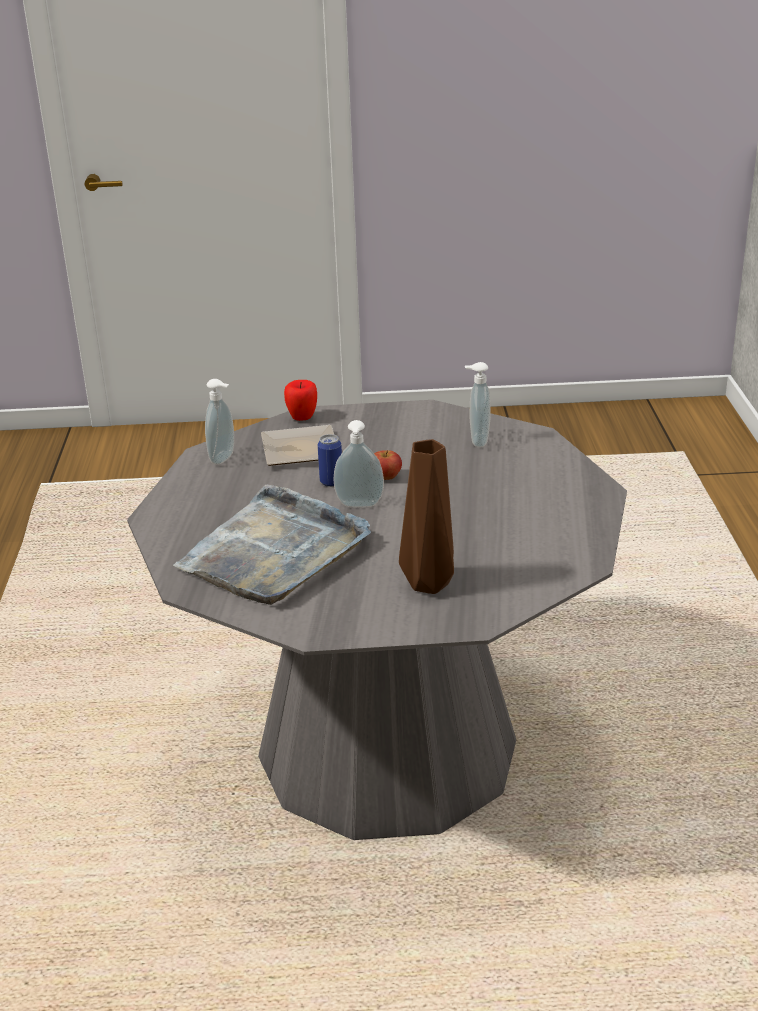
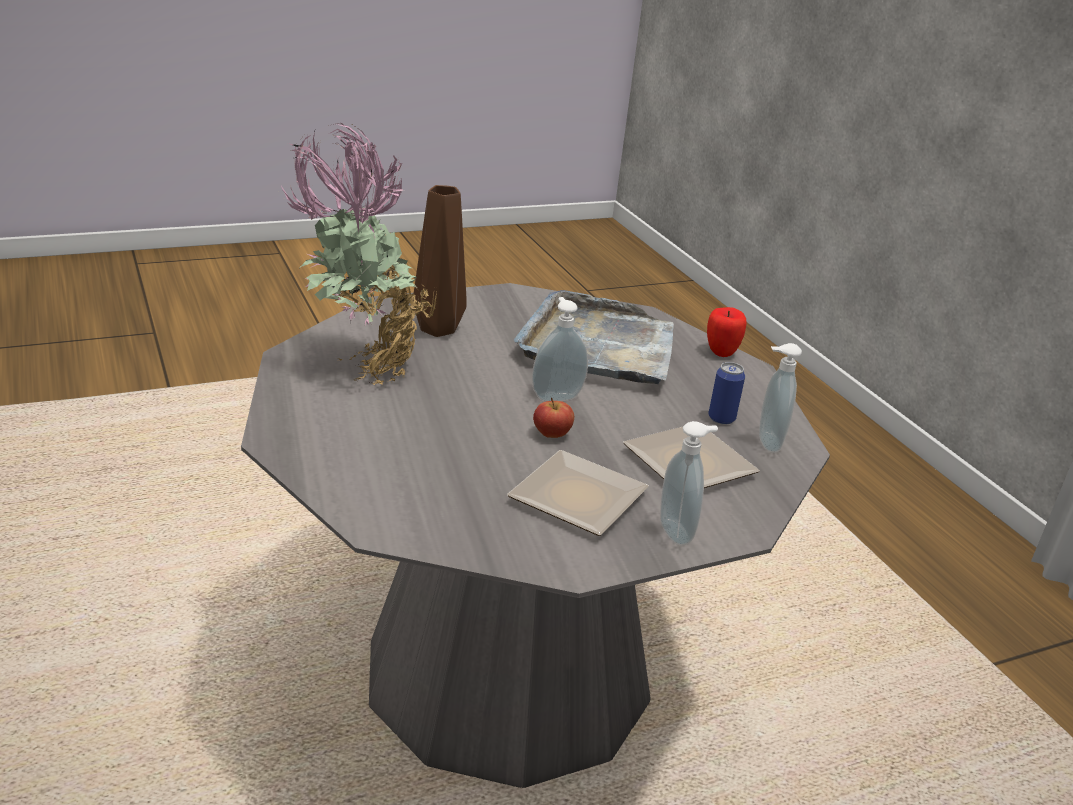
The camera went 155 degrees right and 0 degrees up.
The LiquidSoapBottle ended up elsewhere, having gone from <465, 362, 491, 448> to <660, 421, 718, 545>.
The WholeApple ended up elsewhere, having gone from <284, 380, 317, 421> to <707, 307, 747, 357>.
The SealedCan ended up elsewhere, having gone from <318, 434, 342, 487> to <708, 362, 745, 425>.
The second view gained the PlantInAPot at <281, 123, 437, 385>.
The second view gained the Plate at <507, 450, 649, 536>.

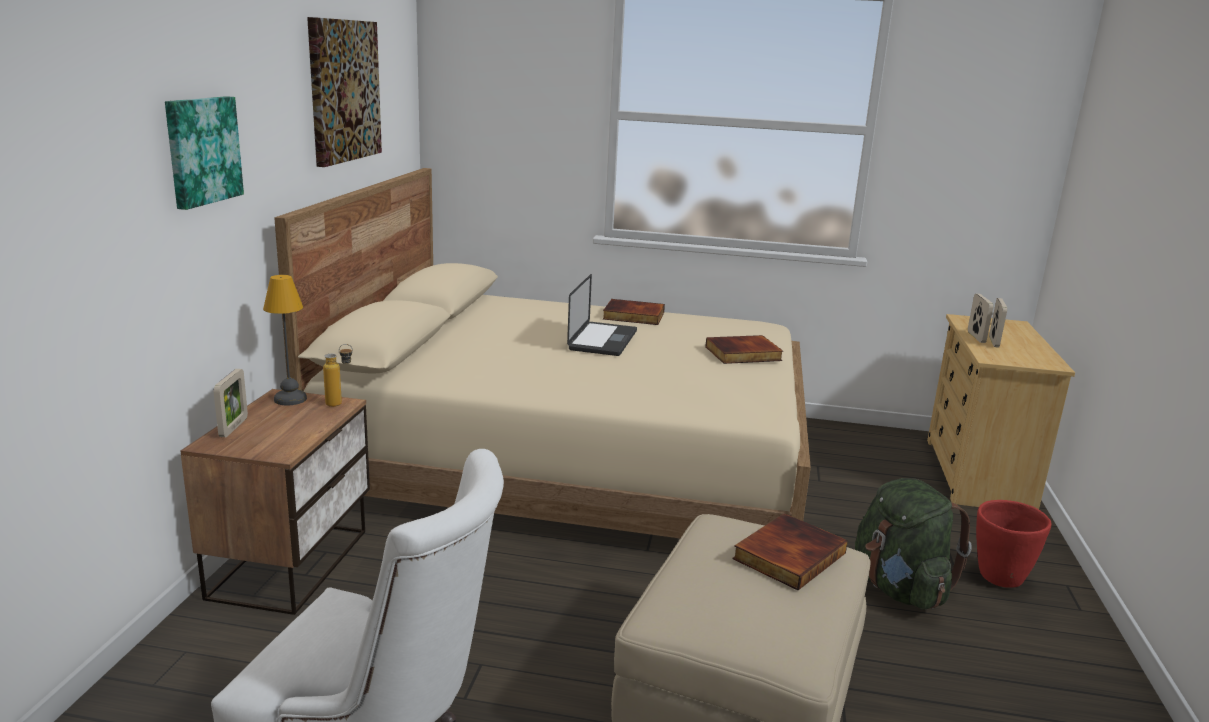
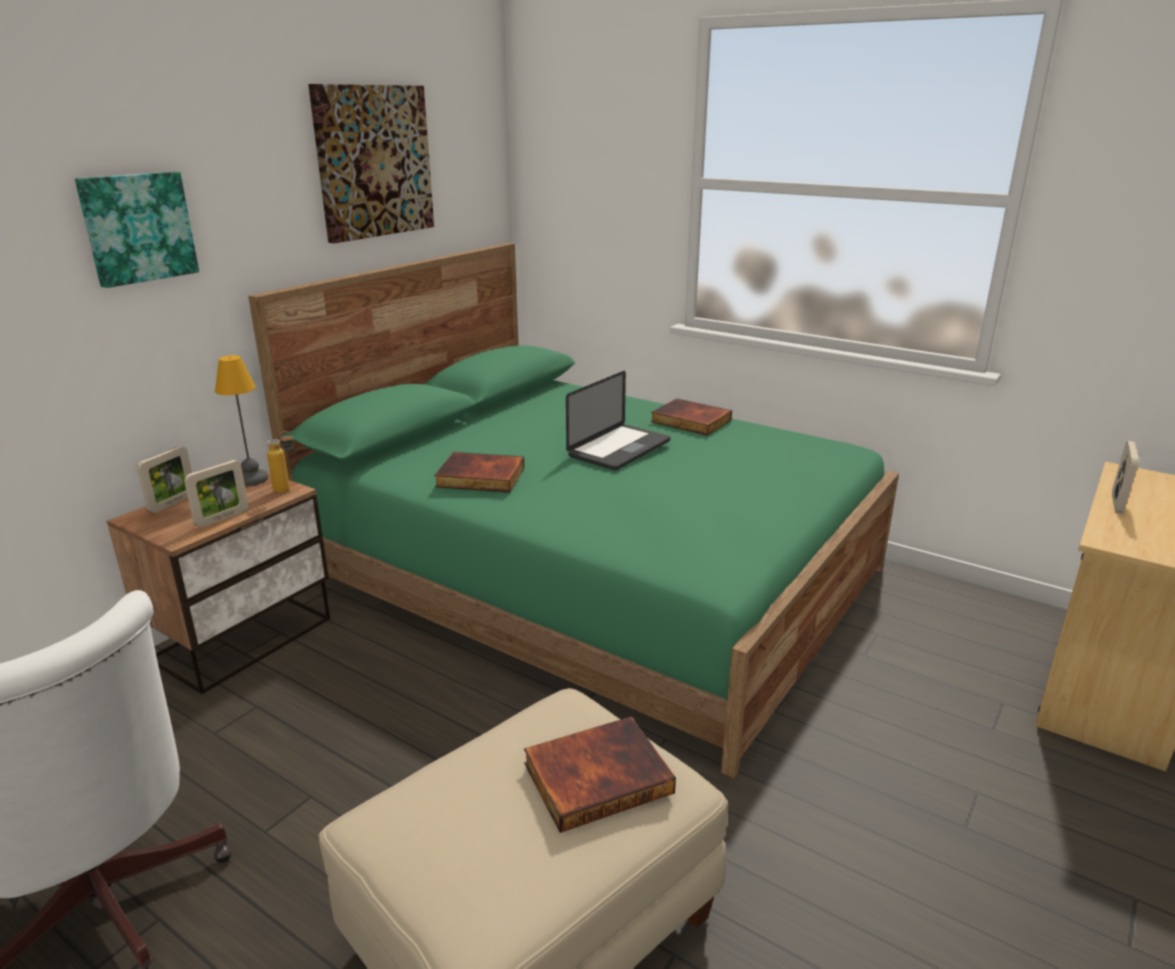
The camera went 25 degrees right and 5 degrees up.
What was the BeigeBedroomBed at <274, 168, 811, 538> turned into the GreenColouredBedroomBed at <248, 243, 899, 778>.
The PhotoFrame ended up elsewhere, having gone from <989, 298, 1007, 348> to <184, 460, 248, 527>.
The Book ended up elsewhere, having gone from <705, 335, 783, 364> to <434, 452, 524, 492>.
The second view lost the GreenColouredKnapsack at <855, 478, 972, 610>.
The second view lost the RedPlantPot at <976, 500, 1052, 588>.

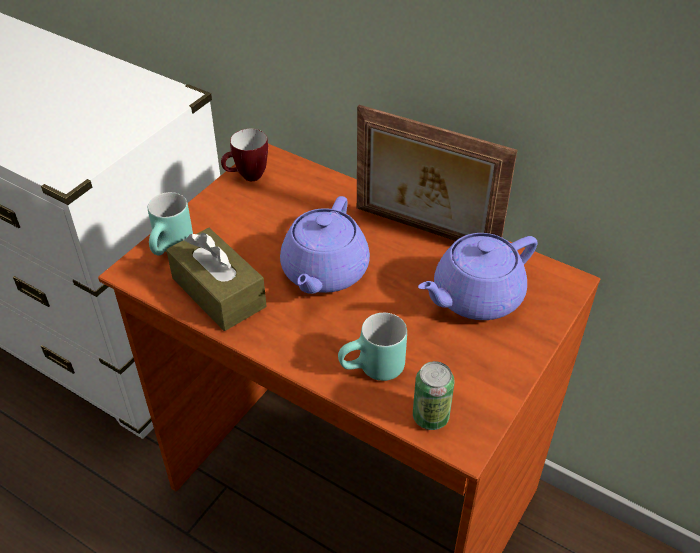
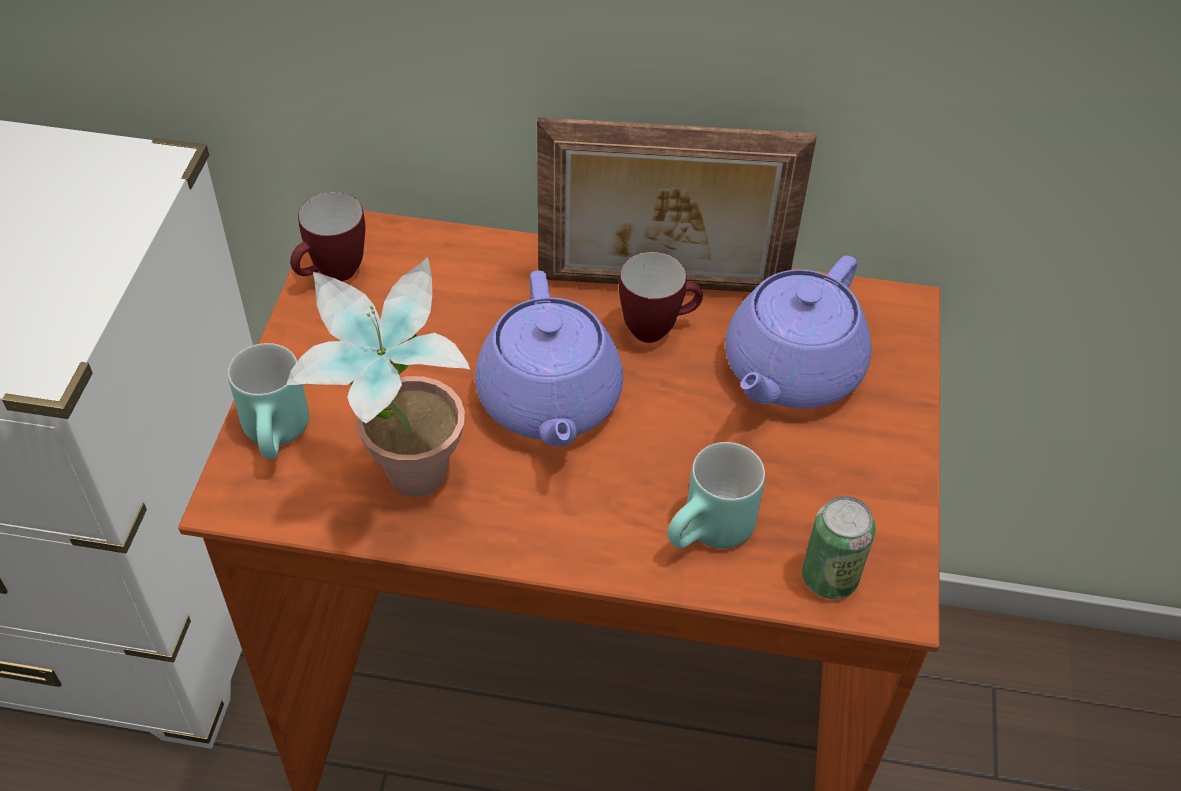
The camera went 25 degrees left and 5 degrees up.
Where the BrownBoxOfTissues stood at <166, 228, 266, 331>, the PlantInAPot came to stand at <286, 256, 470, 496>.
The second view gained the Mug at <619, 252, 703, 343>.

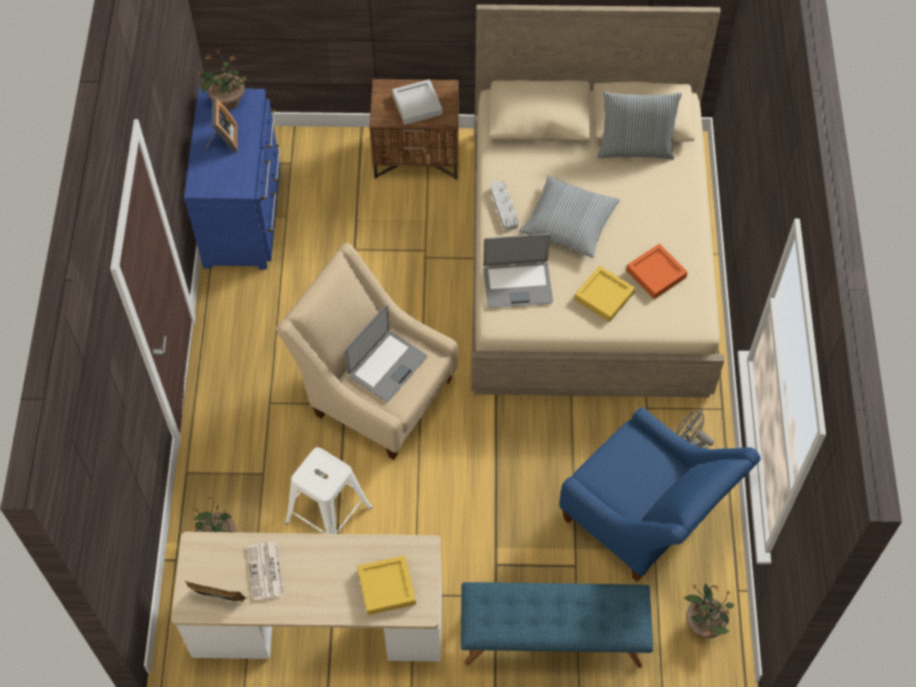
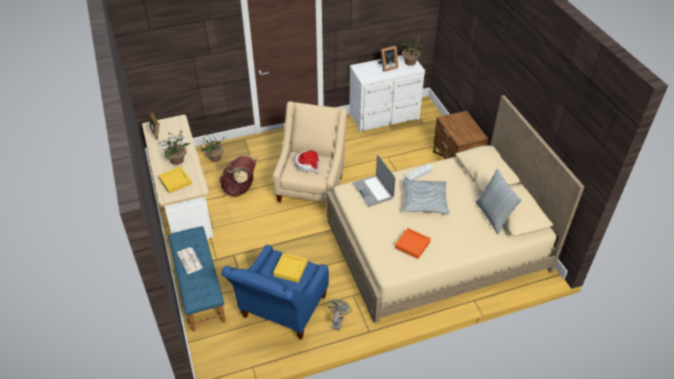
The camera went 70 degrees right and 15 degrees down.
The second view lost the GrayCarryingTray at <392, 79, 443, 125>.
What was the BlueColouredDrawerChest at <184, 88, 281, 270> turned into the WhitishDrawerChest at <349, 55, 425, 133>.
The YellowCarryingTray ended up elsewhere, having gone from <574, 266, 635, 322> to <273, 253, 307, 283>.
Where the NotebookComputer stood at <345, 305, 427, 402>, the WearableHat came to stand at <295, 150, 320, 174>.
Where the WhitishStool stood at <285, 447, 372, 534>, the BrownKnapsack came to stand at <219, 155, 257, 196>.
The PlantInAPot ended up elsewhere, having gone from <684, 583, 734, 638> to <158, 130, 191, 165>.
The second view gained the Newspaper at <177, 247, 203, 274>.

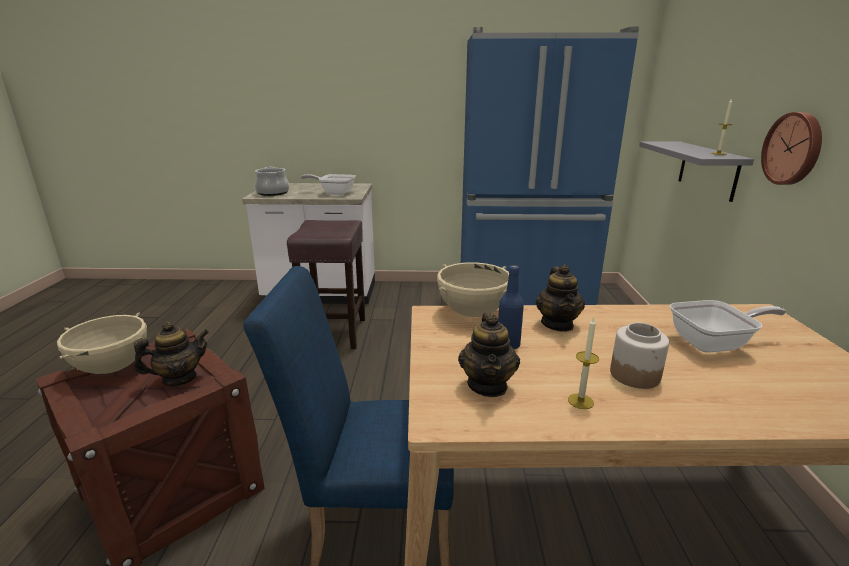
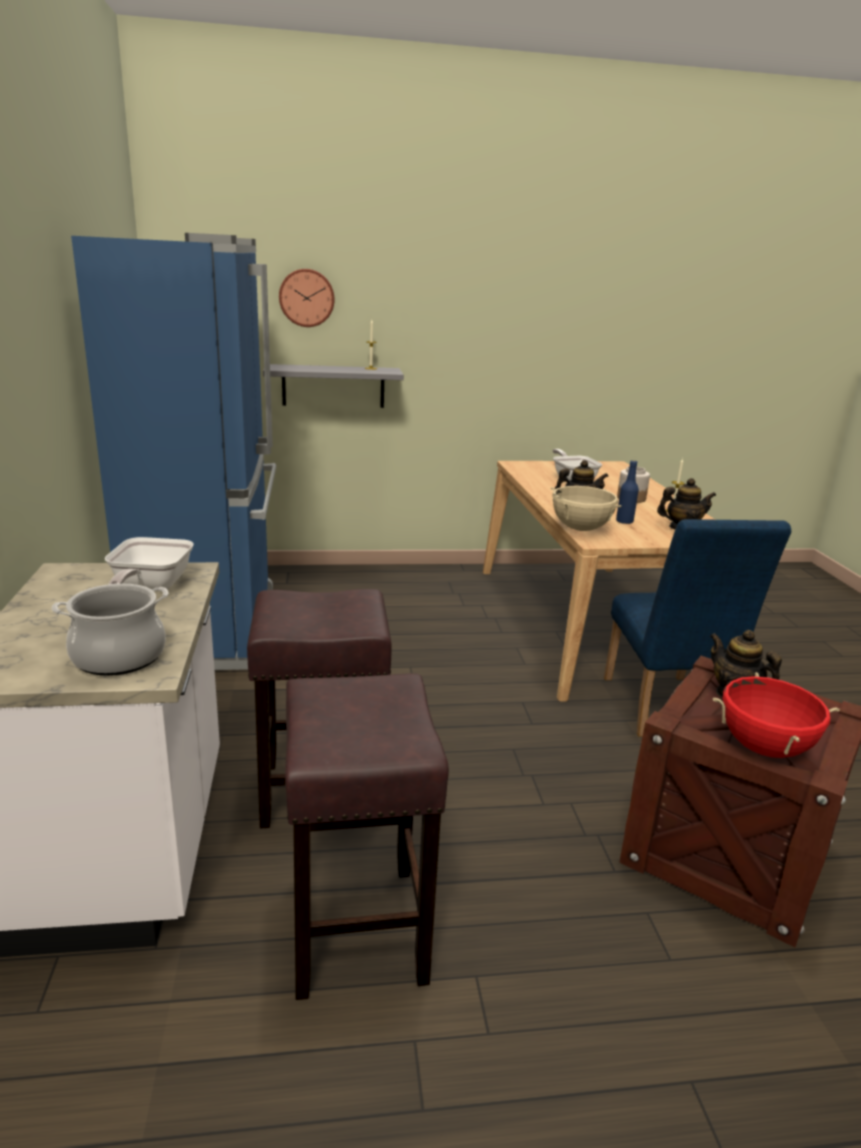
The camera went 100 degrees left and 0 degrees up.
The HangingClock ended up elsewhere, having gone from <761, 112, 822, 185> to <279, 269, 335, 327>.
What was the BeigeSaucepot at <57, 313, 147, 374> turned into the RedSaucepot at <712, 672, 840, 758>.
The second view gained the BrownStool at <285, 673, 449, 1000>.

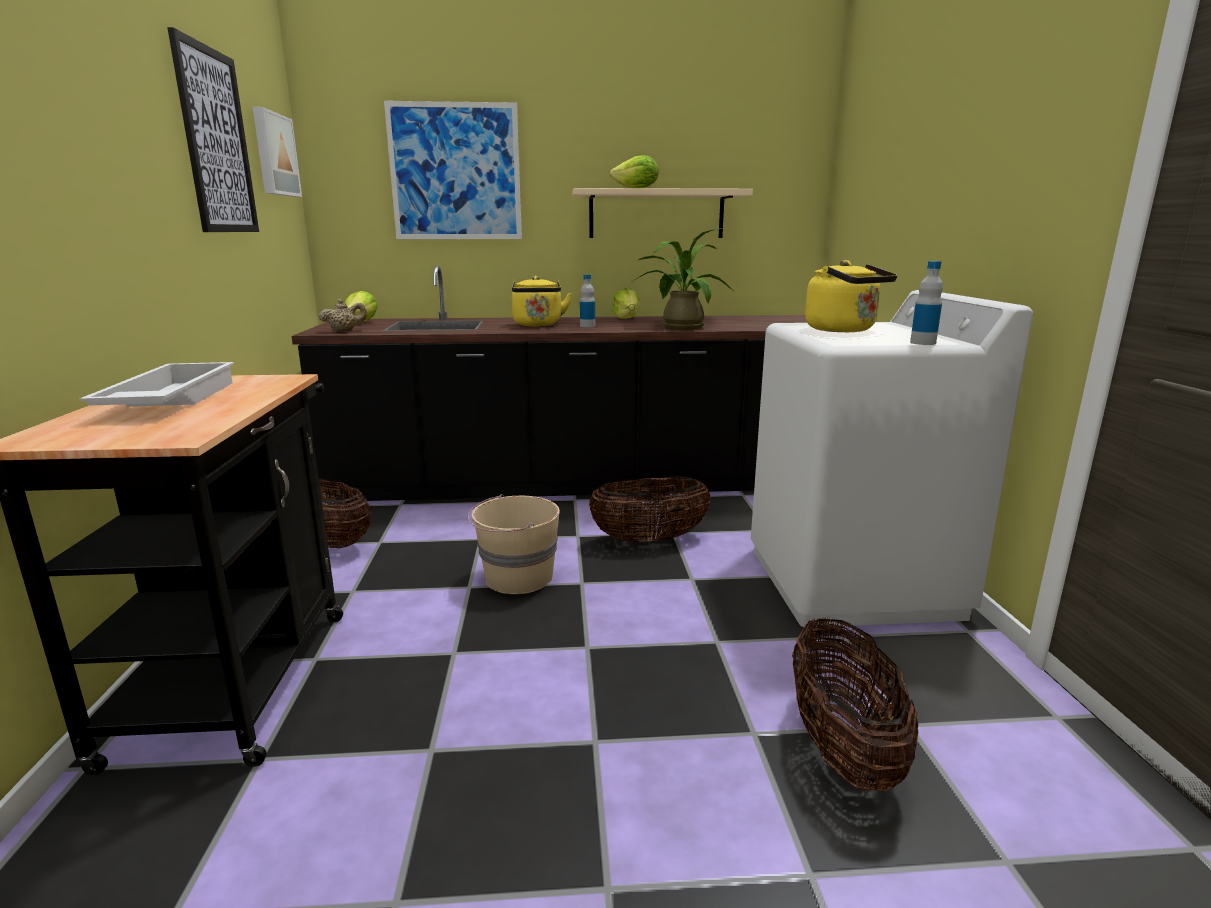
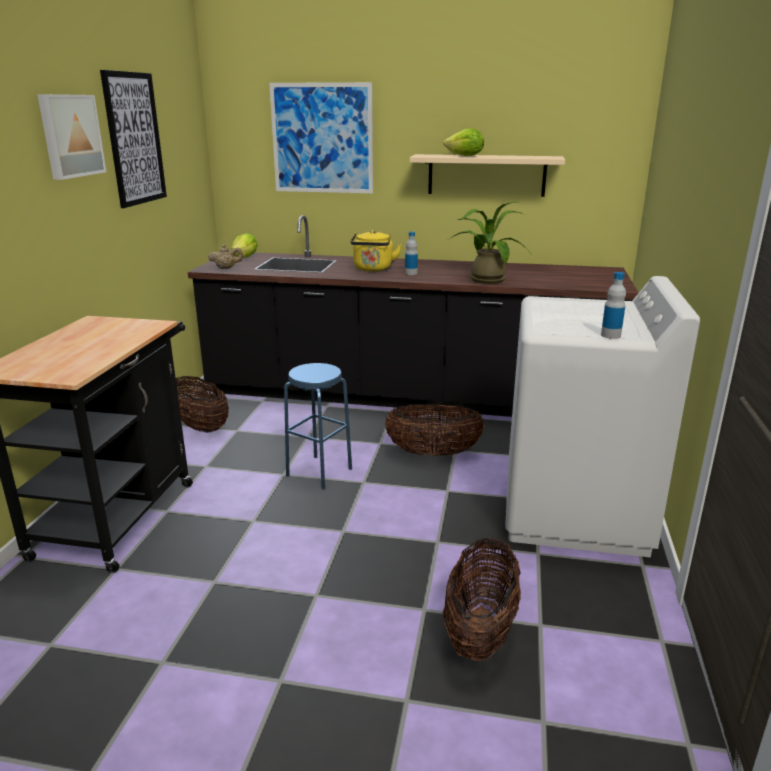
The camera went 15 degrees right and 5 degrees up.
The WallArt ended up elsewhere, having gone from <253, 107, 302, 197> to <37, 94, 106, 180>.
The second view lost the YellowTeaKettle at <805, 260, 897, 332>.
The second view lost the LettuceHead at <613, 288, 640, 319>.
The second view lost the WhitishCarryingTray at <79, 362, 234, 407>.
Where the BeigeWaterBucket stood at <468, 494, 560, 594>, the BlueColouredStool came to stand at <284, 363, 352, 490>.

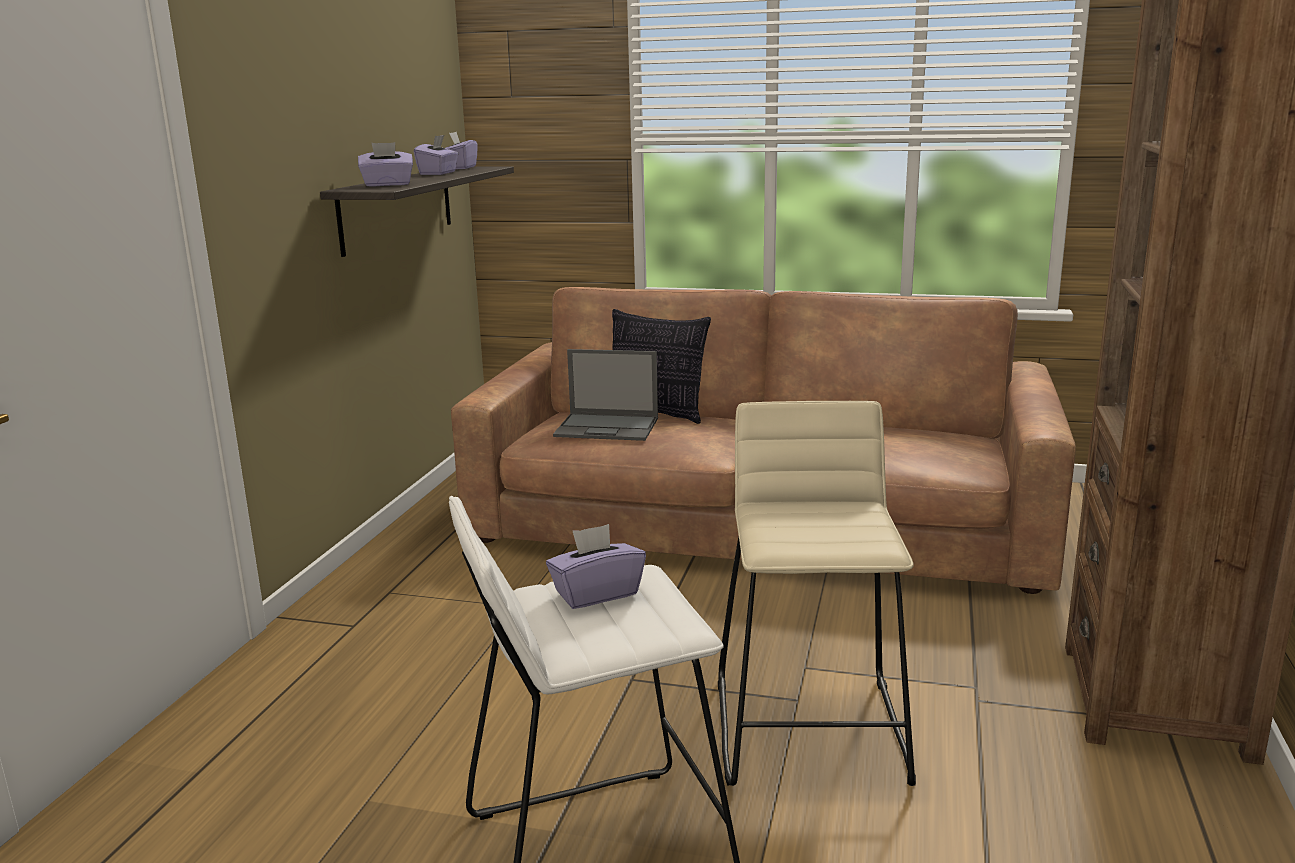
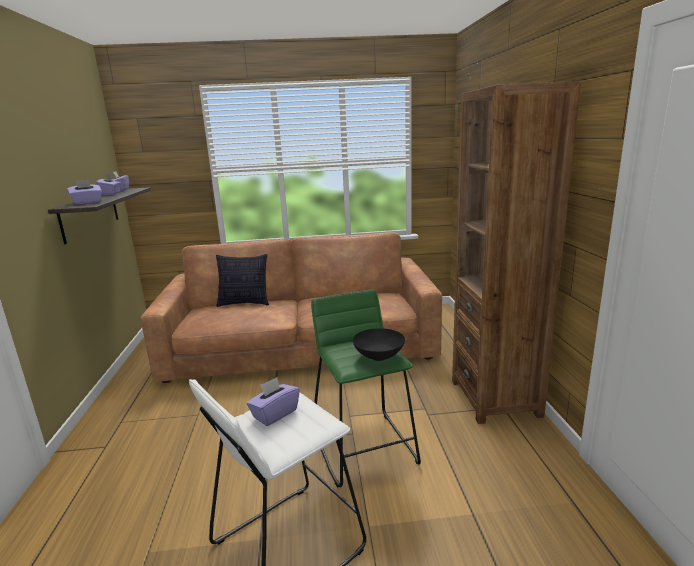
The camera went 20 degrees left and 0 degrees up.
The second view lost the NotebookComputer at <553, 349, 658, 441>.
What was the BeigeStool at <718, 401, 916, 786> turned into the GreenColouredStool at <311, 289, 421, 487>.
The second view gained the BlackishBowl at <352, 328, 405, 361>.

